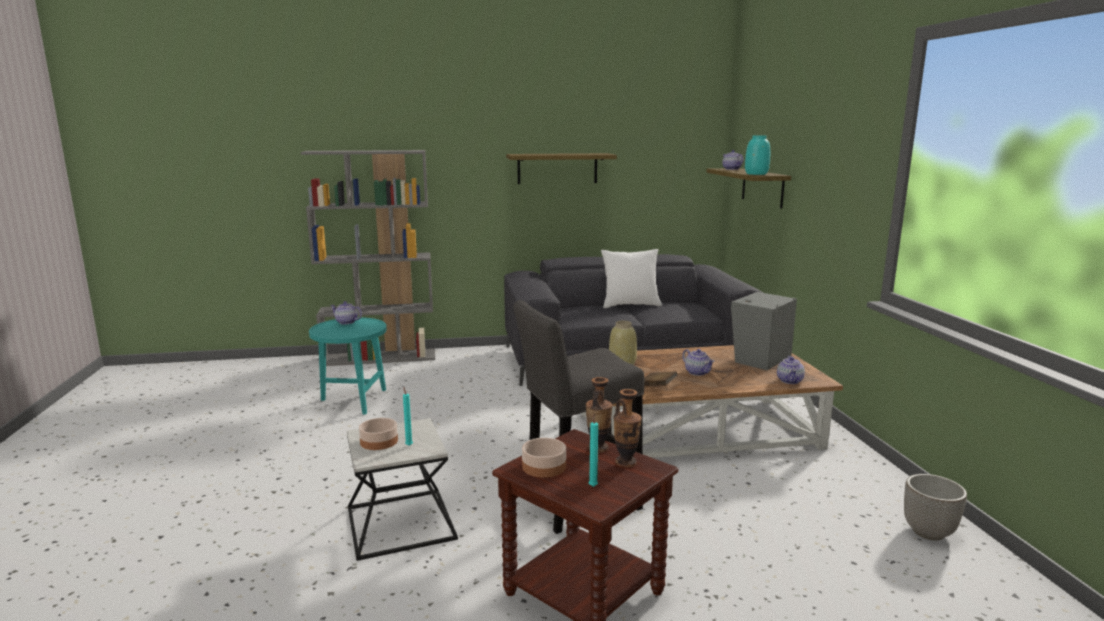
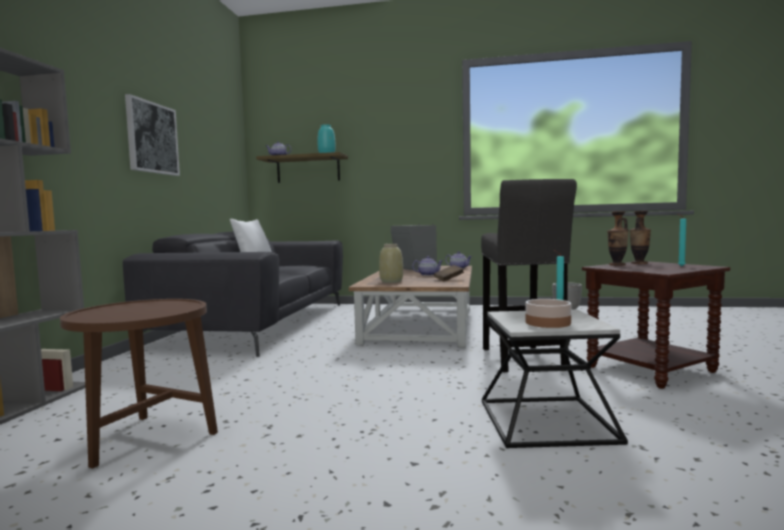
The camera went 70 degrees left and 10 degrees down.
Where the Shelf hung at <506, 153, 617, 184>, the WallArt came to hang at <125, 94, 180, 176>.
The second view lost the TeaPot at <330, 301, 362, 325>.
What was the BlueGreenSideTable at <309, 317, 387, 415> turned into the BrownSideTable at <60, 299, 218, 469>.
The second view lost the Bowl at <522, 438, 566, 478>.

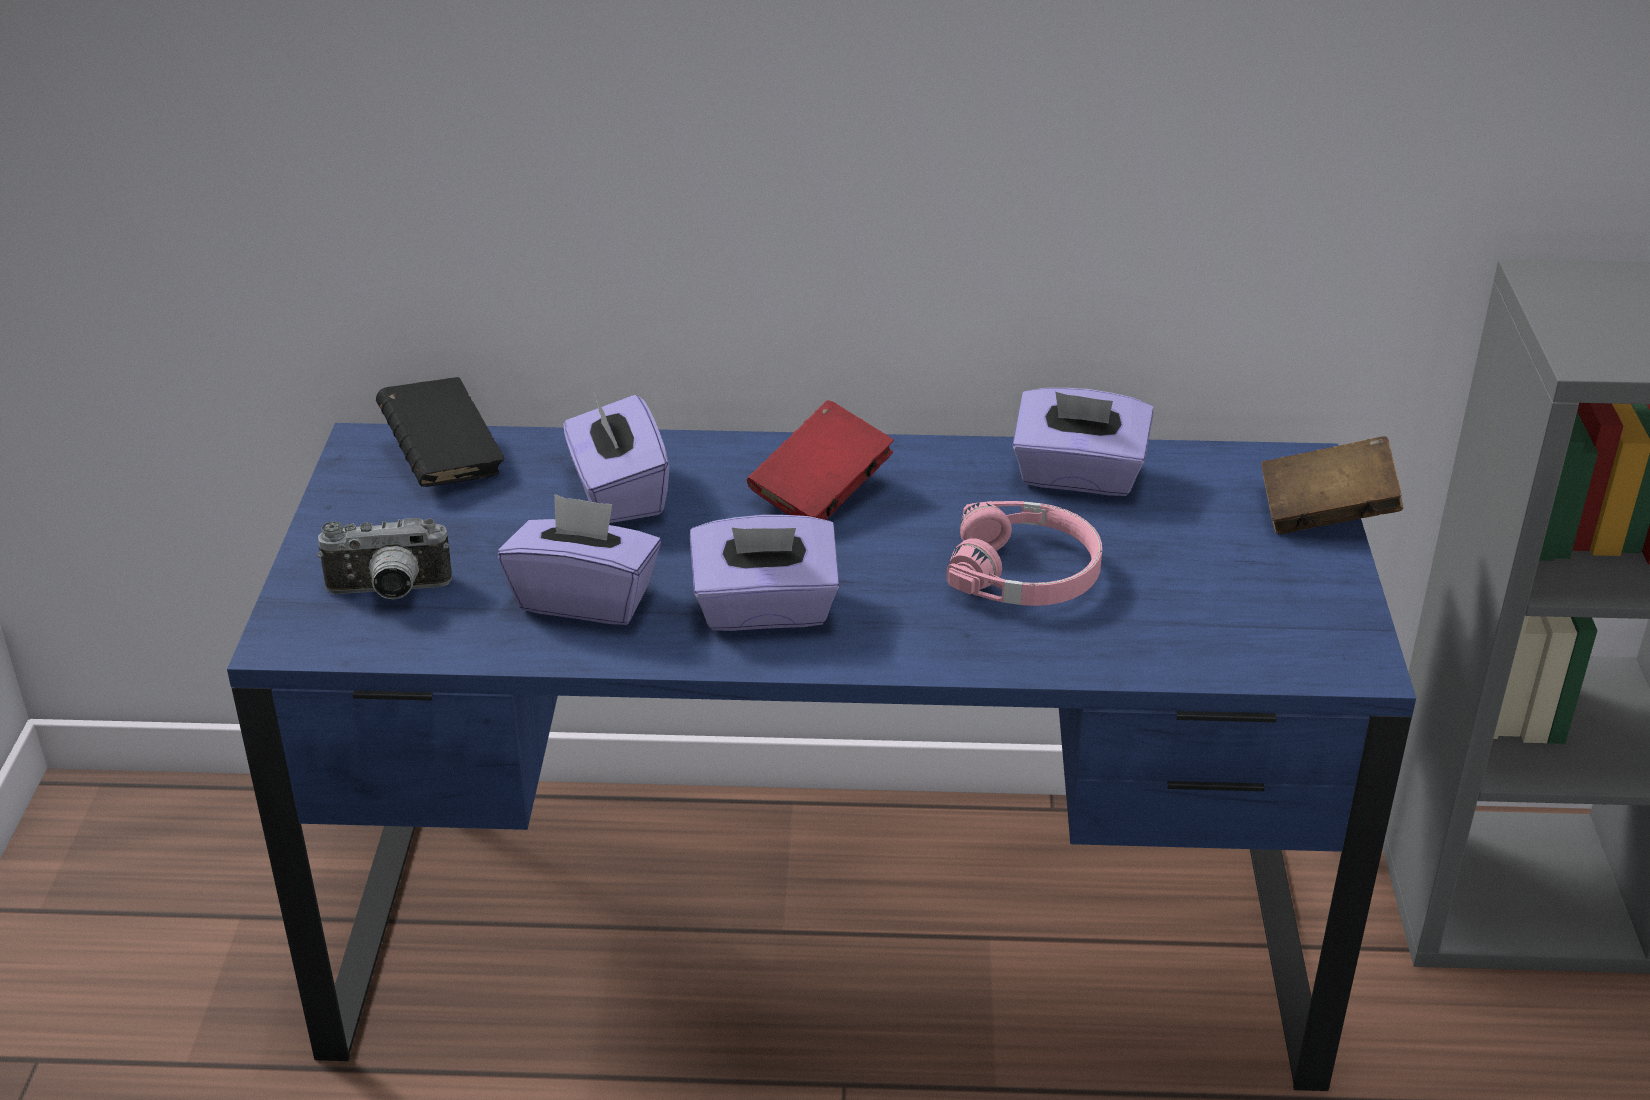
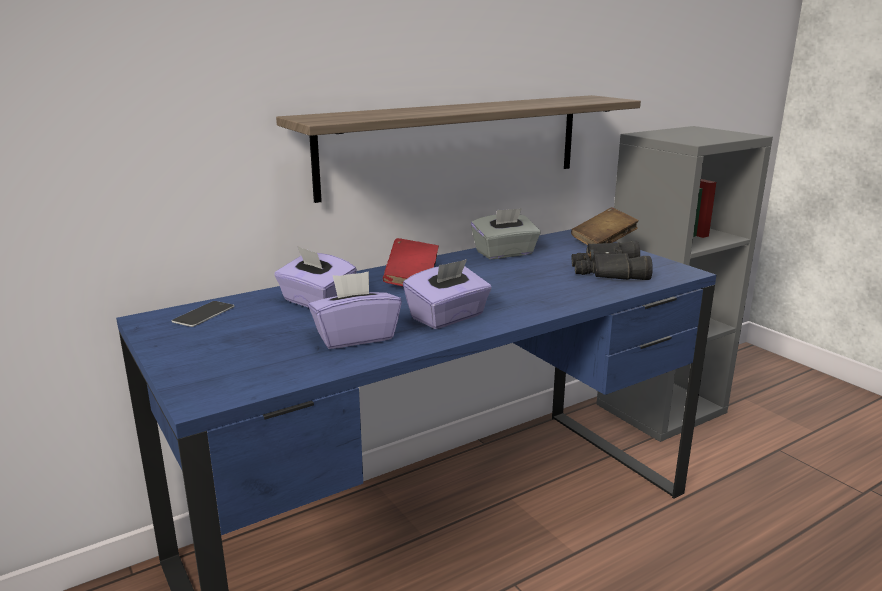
The camera went 35 degrees left and 15 degrees down.
Where the BlackishBook stood at <376, 377, 504, 487>, the Phone came to stand at <172, 301, 235, 327>.
What was the PurpleColouredBoxOfTissues at <1012, 388, 1153, 496> turned into the GrayBoxOfTissues at <471, 208, 541, 259>.
The second view lost the PinkHeadphones at <946, 501, 1102, 606>.
The second view lost the StillCamera at <317, 518, 452, 600>.
The second view gained the Shelf at <276, 95, 641, 203>.
The second view gained the BlackishFieldGlasses at <572, 241, 653, 280>.

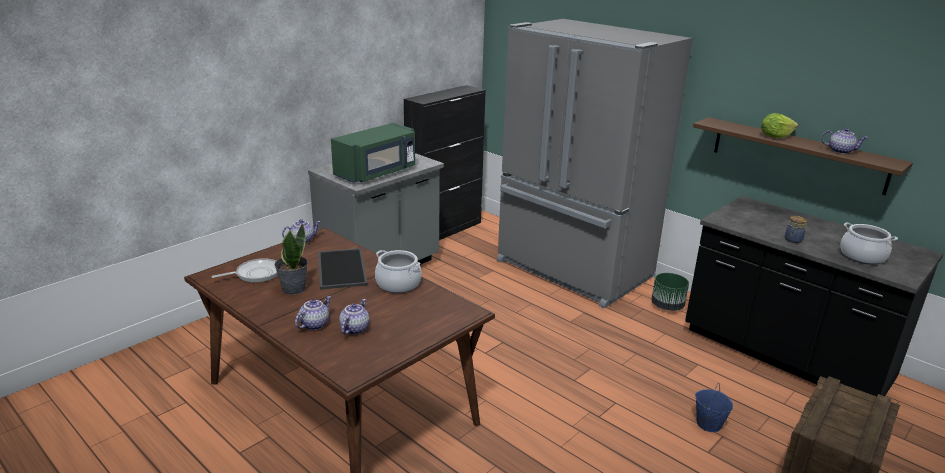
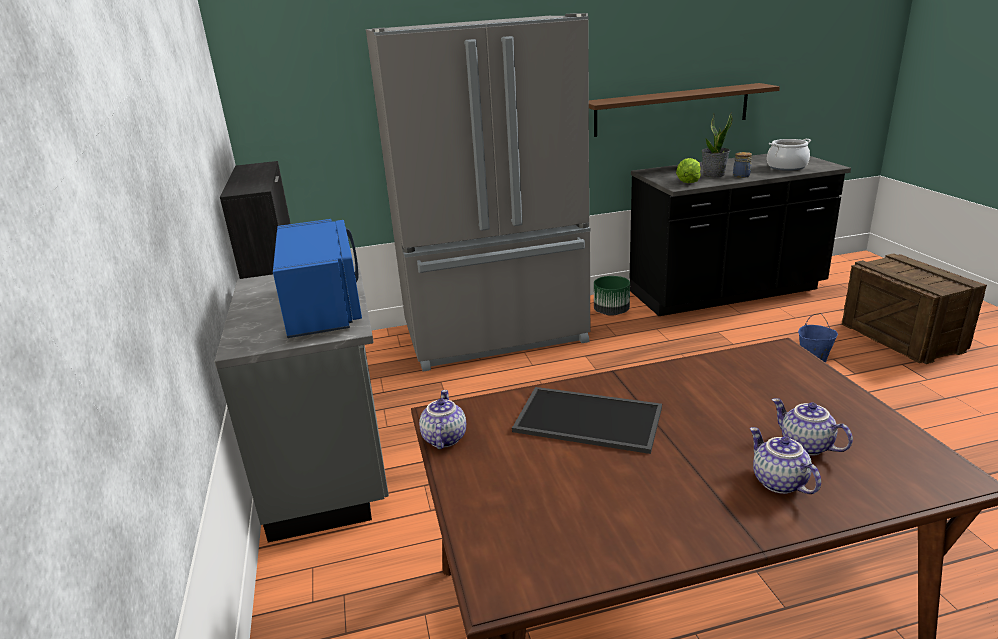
The camera went 55 degrees left and 0 degrees up.
The LettuceHead ended up elsewhere, having gone from <761, 113, 798, 139> to <676, 158, 701, 183>.
What was the GreenColouredMicrowave at <331, 123, 415, 183> turned into the BlueColouredMicrowave at <273, 219, 362, 338>.
The second view lost the TeaPot at <821, 128, 868, 154>.
The PlantInAPot ended up elsewhere, having gone from <274, 223, 308, 295> to <701, 112, 733, 178>.
The second view lost the Saucepot at <375, 250, 422, 293>.
The second view lost the FryingPan at <212, 258, 278, 283>.

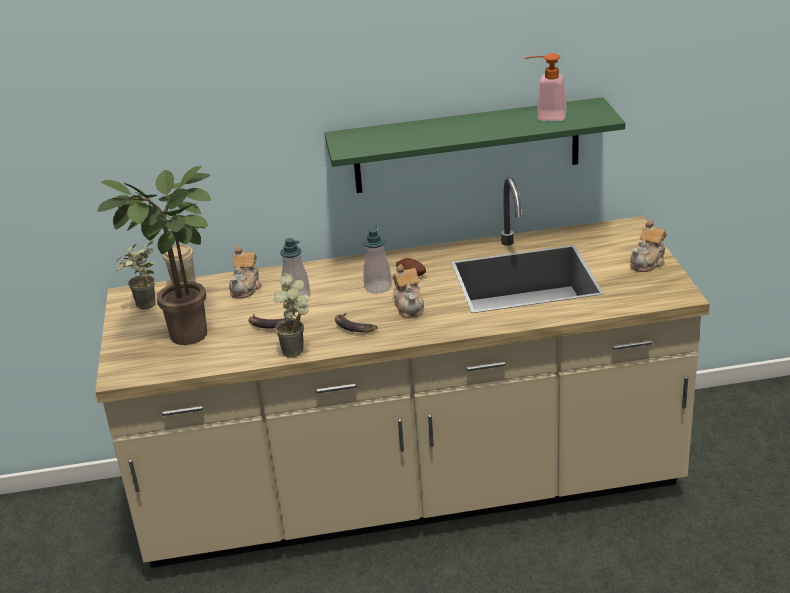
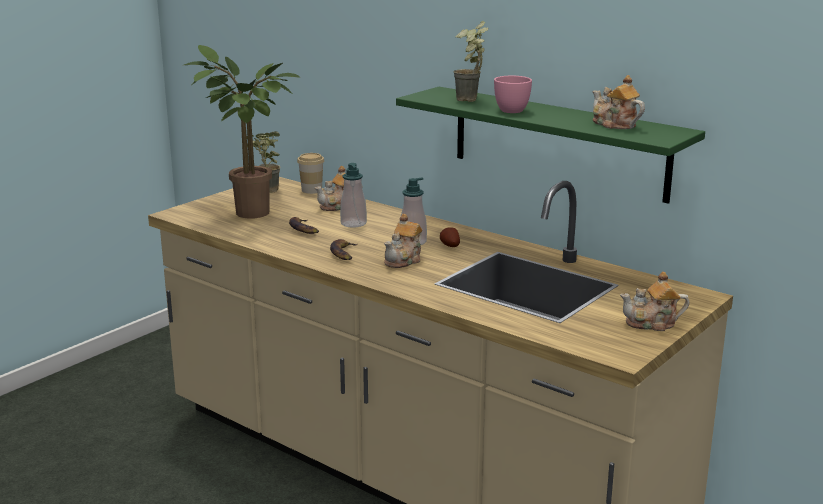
The camera went 45 degrees right and 10 degrees down.
Where the LiquidSoapBottle stood at <525, 53, 567, 121>, the TeaPot came to stand at <592, 75, 645, 129>.
The PlantInAPot ended up elsewhere, having gone from <274, 273, 310, 358> to <454, 21, 489, 102>.
The second view gained the PinkDrinkingCup at <494, 76, 532, 113>.

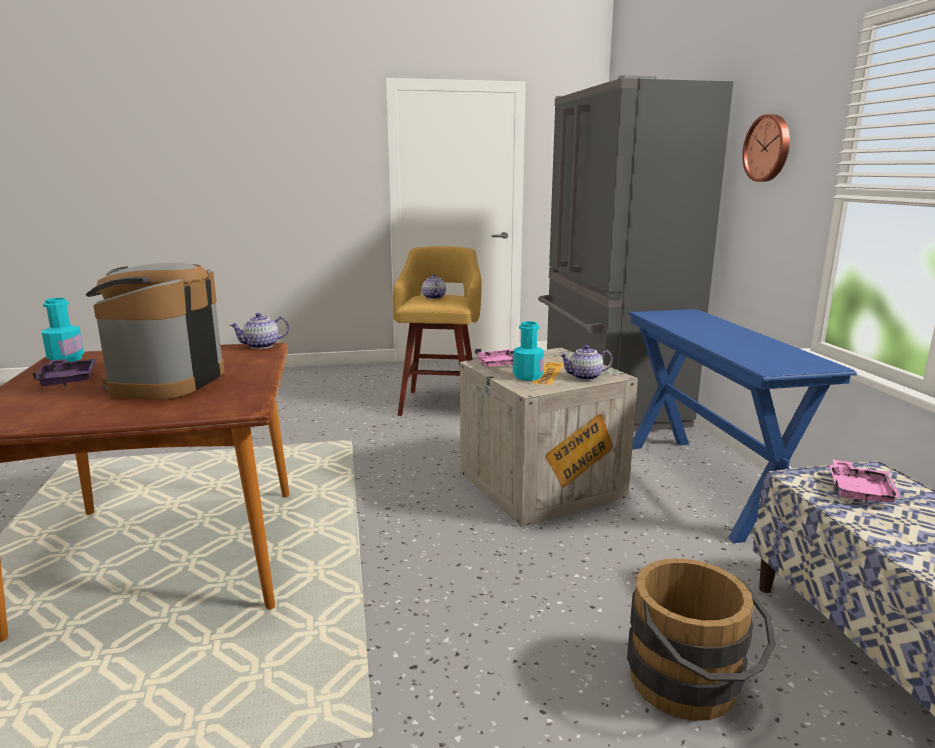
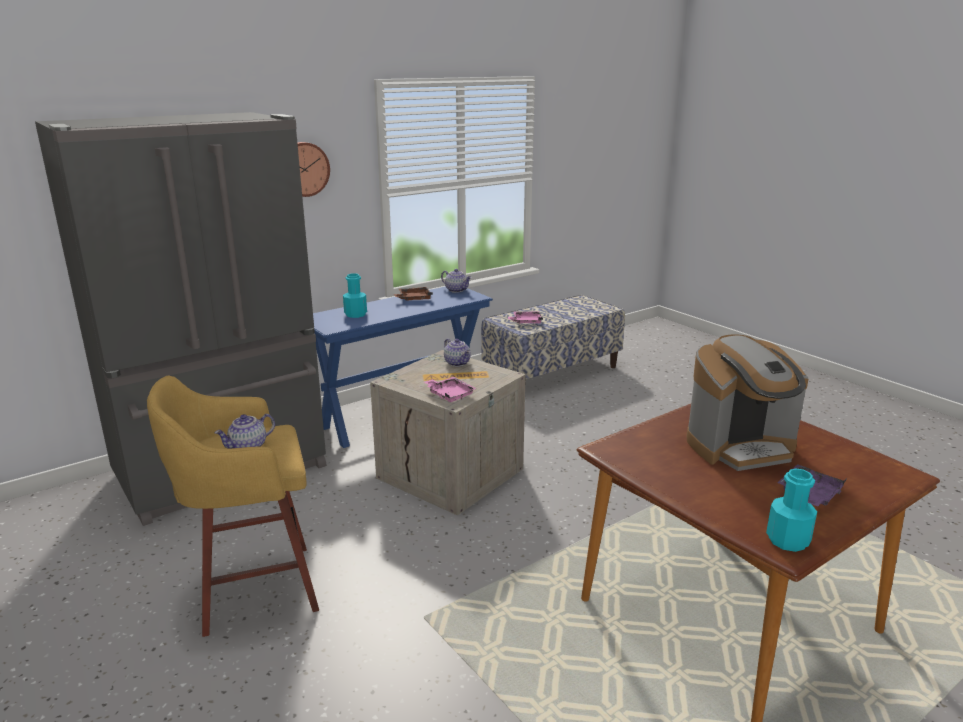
The camera went 115 degrees left and 5 degrees up.
The TeaPot ended up elsewhere, having gone from <230, 313, 289, 349> to <441, 269, 472, 293>.
The BlueGreenBeverageBottle ended up elsewhere, having gone from <513, 321, 544, 381> to <343, 273, 367, 318>.
The second view lost the BrownWaterBucket at <627, 558, 776, 721>.
The second view gained the BrownCarryingTray at <394, 287, 433, 300>.

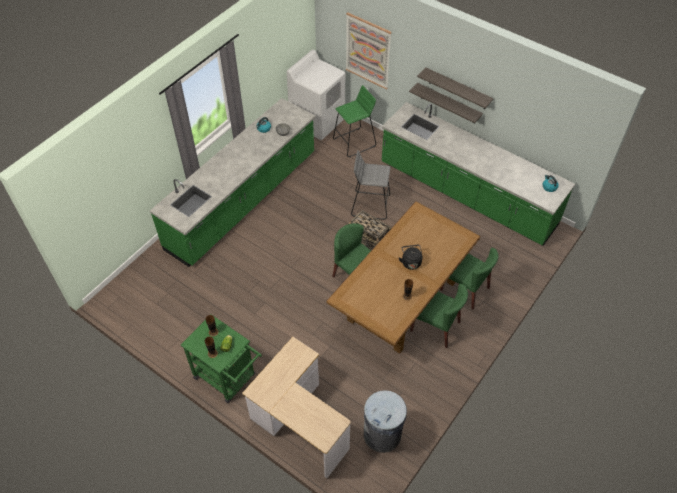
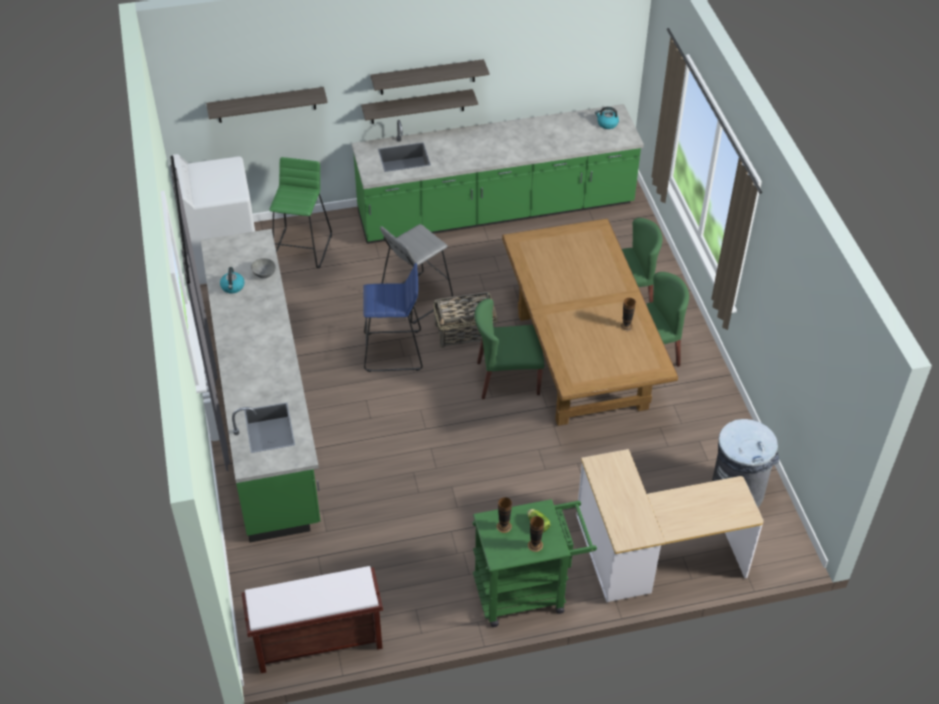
The camera went 50 degrees left and 5 degrees down.
Where the WallArt hung at <346, 12, 392, 90>, the Shelf came to hang at <206, 87, 328, 123>.
The second view lost the BlackishTeaKettle at <399, 245, 422, 270>.
The second view gained the BlueColouredStool at <363, 263, 423, 372>.
The second view gained the BrownLongSeat at <241, 566, 383, 673>.

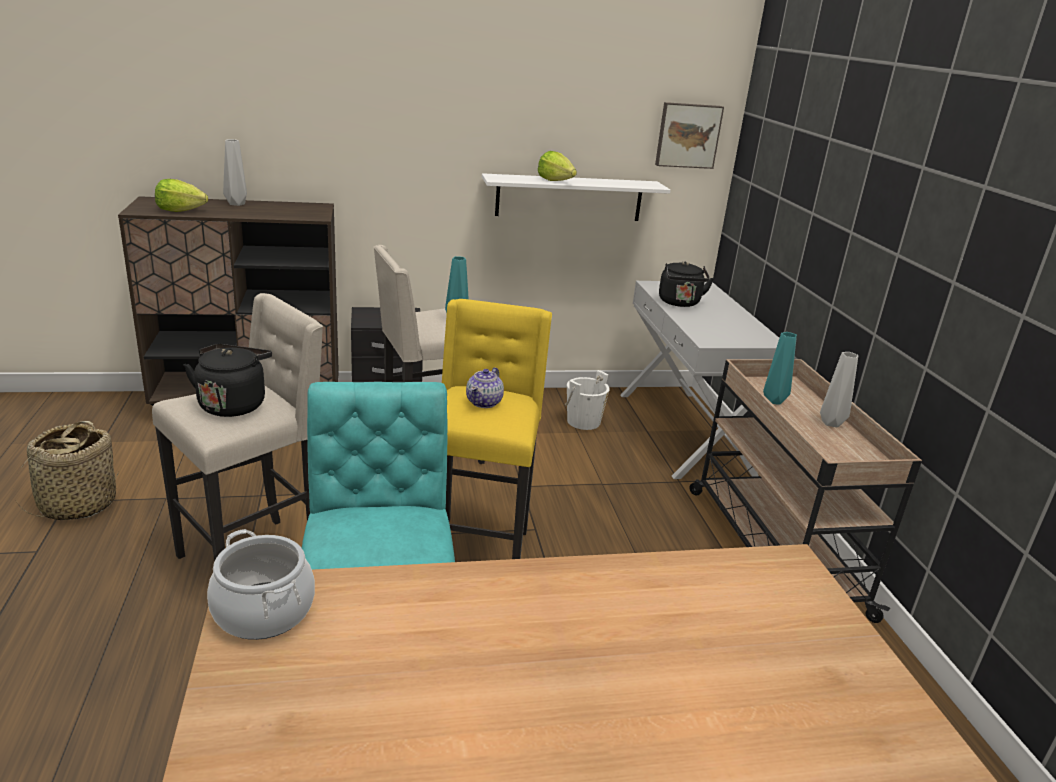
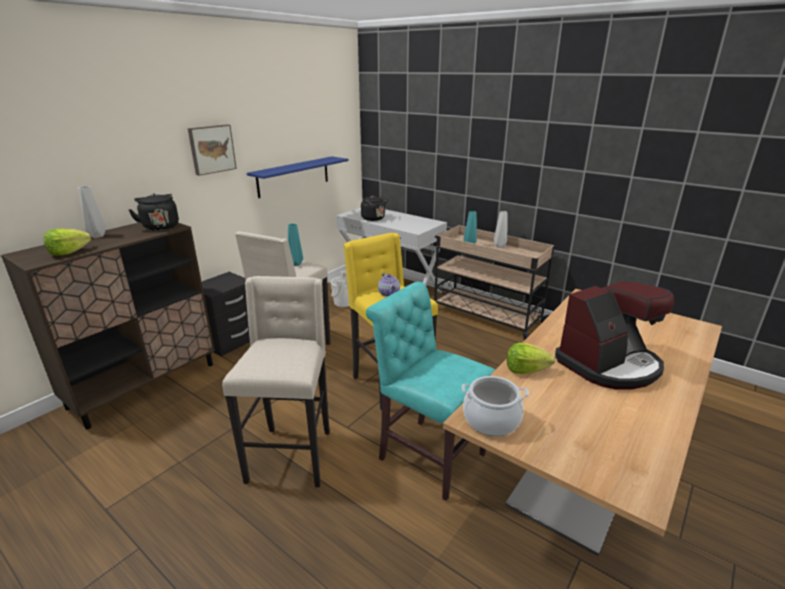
The camera went 40 degrees left and 0 degrees up.
The WallArt ended up elsewhere, having gone from <655, 102, 724, 169> to <188, 124, 237, 176>.
The LettuceHead ended up elsewhere, having gone from <538, 151, 577, 181> to <507, 343, 555, 374>.
What was the WhitishShelf at <482, 173, 671, 221> turned into the BlueColouredShelf at <247, 156, 348, 198>.
The BlackishTeaKettle ended up elsewhere, having gone from <184, 344, 272, 417> to <129, 193, 179, 231>.
The second view lost the HouseholdBasket at <13, 421, 119, 520>.
The second view gained the CoffeeMachine at <555, 281, 674, 390>.

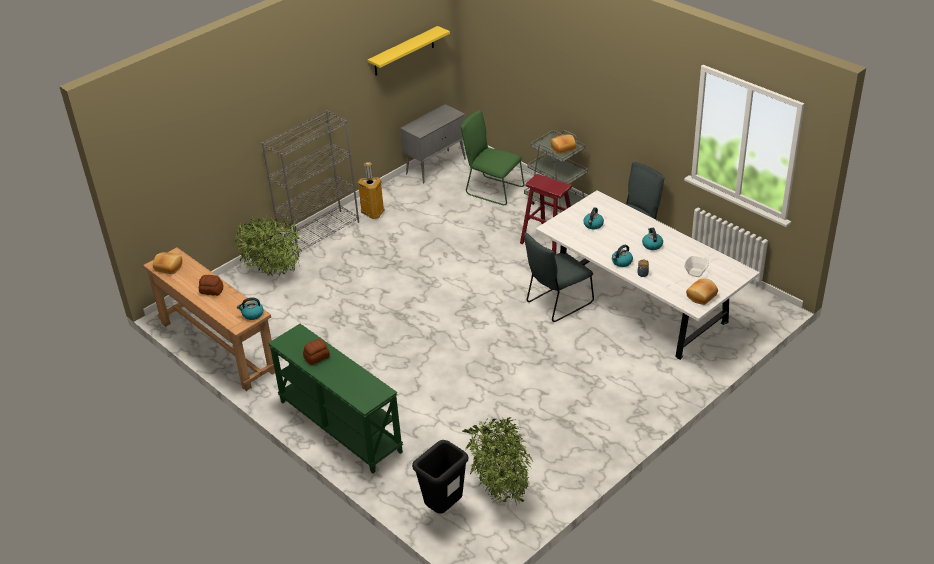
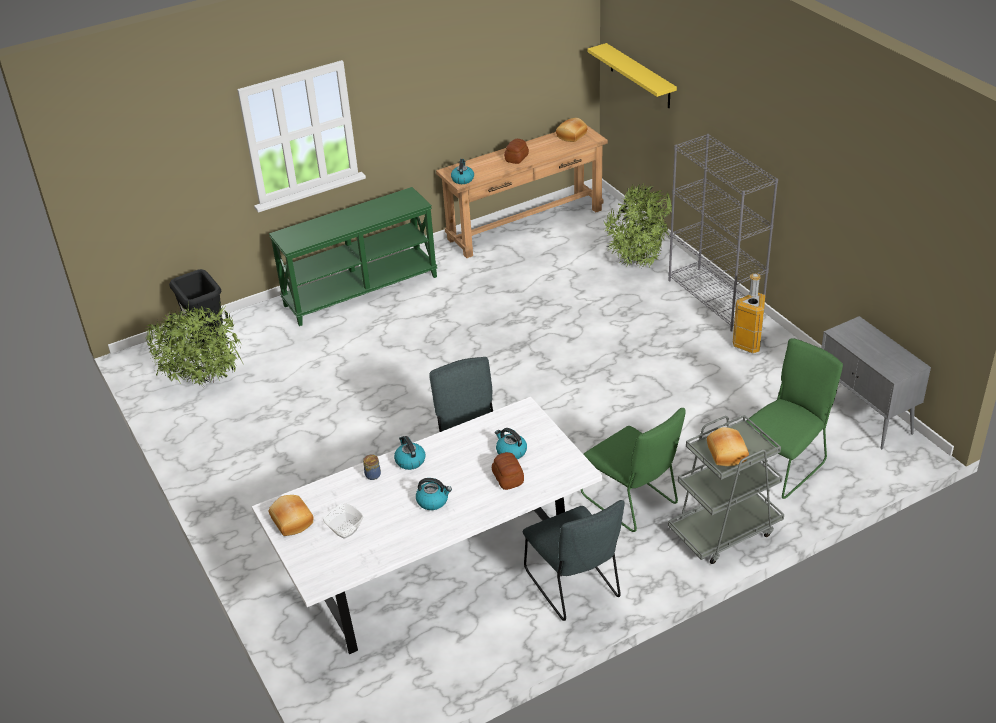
The camera went 105 degrees right and 0 degrees up.
The YellowShelf ended up elsewhere, having gone from <368, 26, 450, 75> to <587, 43, 677, 108>.
Where the RedStool stood at <520, 174, 572, 255>, the GreenColouredChair came to stand at <581, 408, 686, 532>.
The Bread ended up elsewhere, having gone from <303, 339, 330, 365> to <492, 452, 524, 490>.

